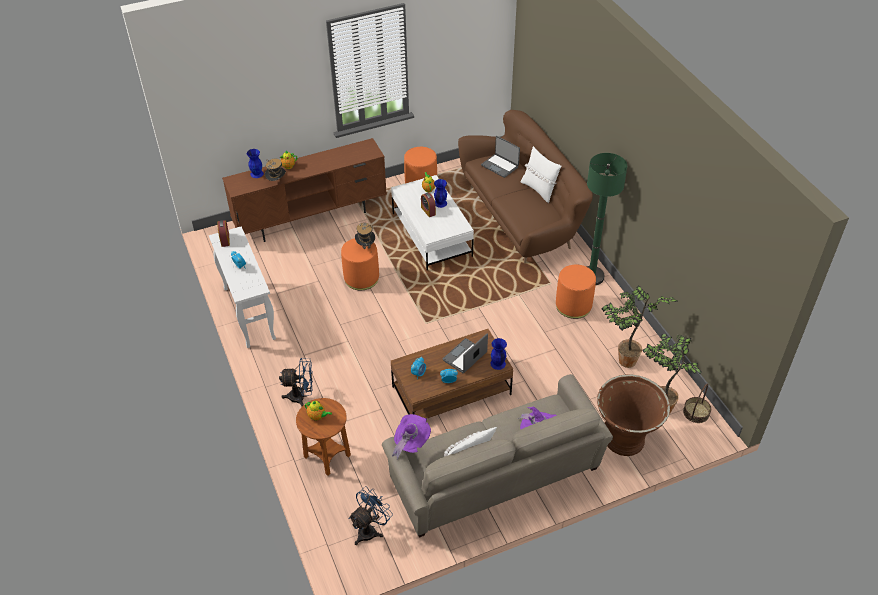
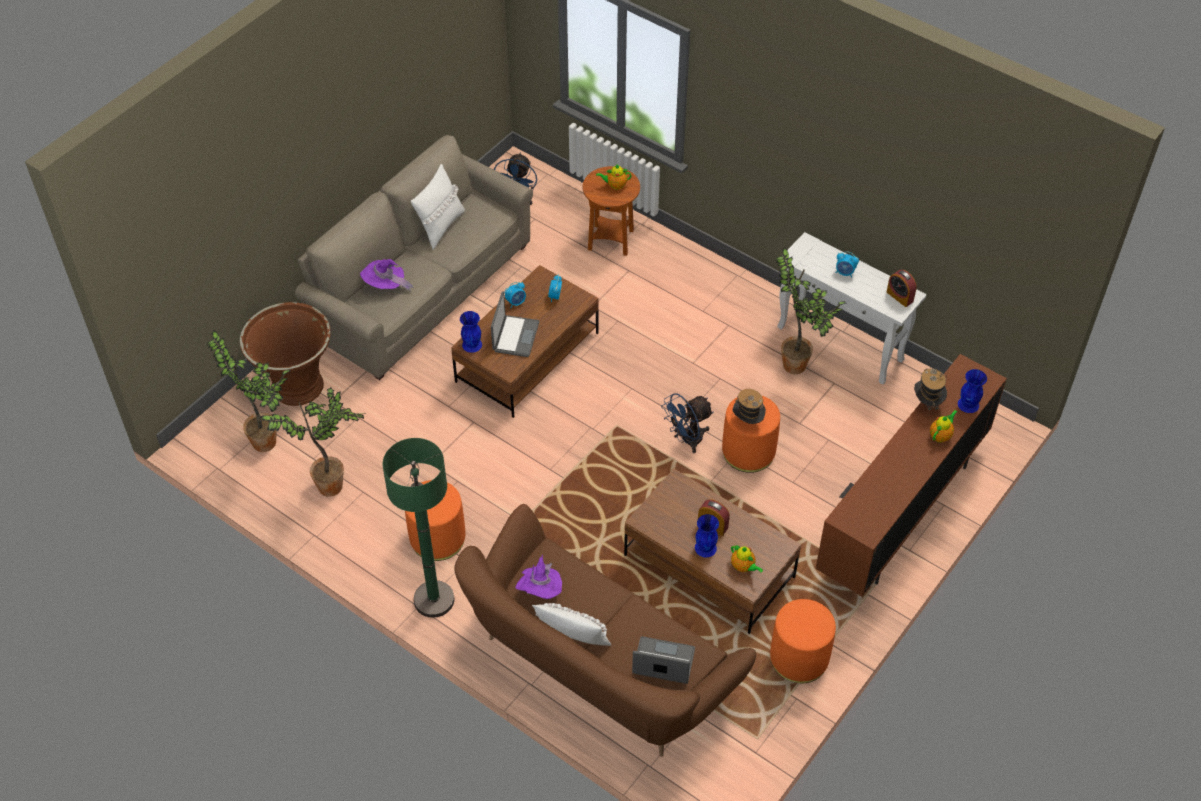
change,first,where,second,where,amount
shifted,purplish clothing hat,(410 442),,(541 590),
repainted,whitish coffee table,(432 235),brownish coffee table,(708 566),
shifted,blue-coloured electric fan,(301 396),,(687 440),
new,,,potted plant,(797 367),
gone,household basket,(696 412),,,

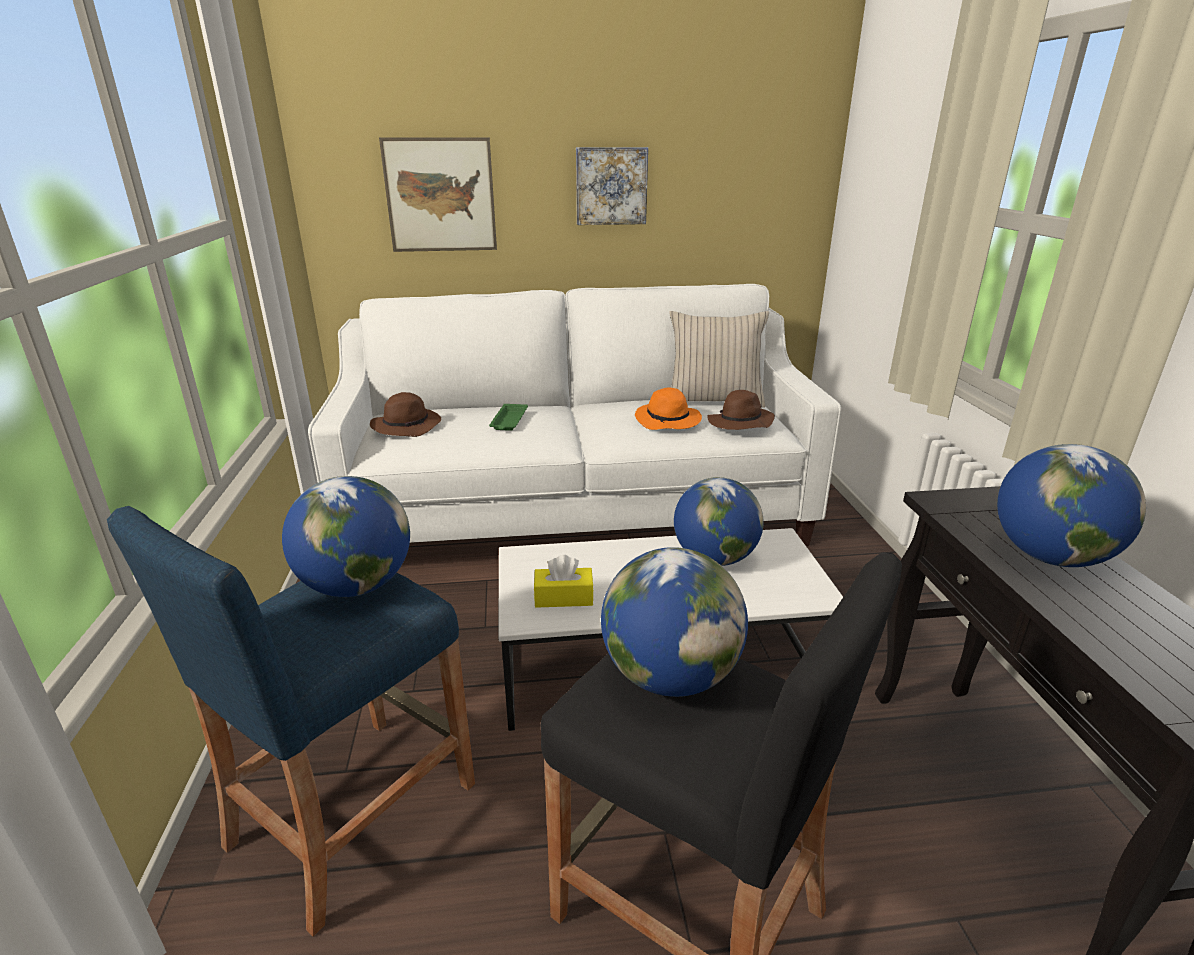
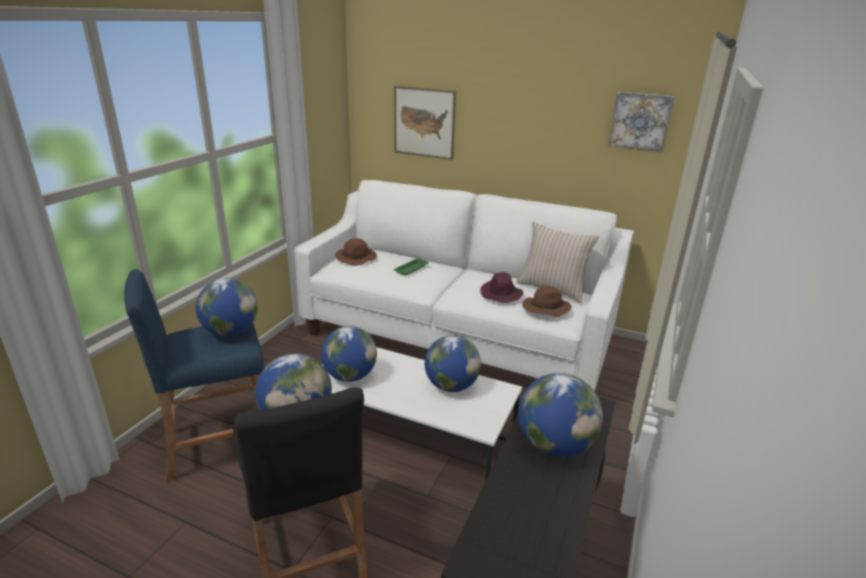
change,first,where,second,where,amount
swapped,yellow-coloured tissue holder,(563 597),desk globe,(350 376),
repainted,orange-coloured clothing hat,(668 421),purplish clothing hat,(501 294),
shifted,wall art,(611 186),,(640 121),

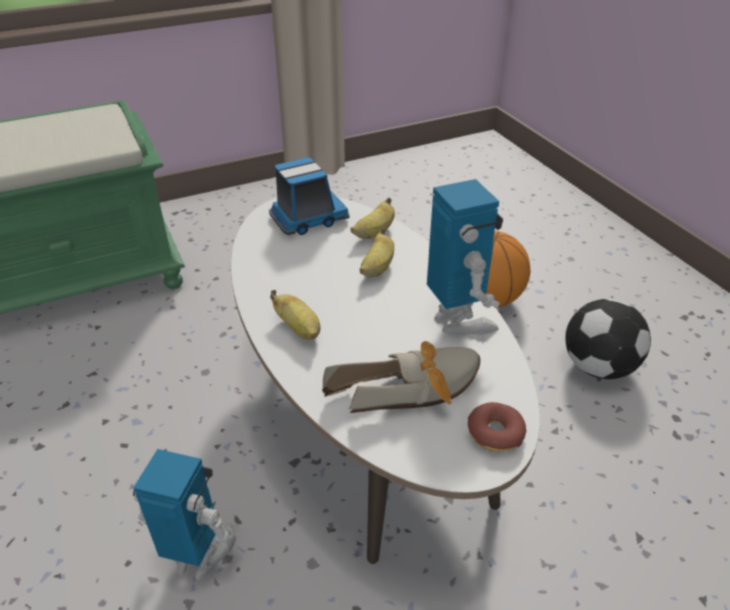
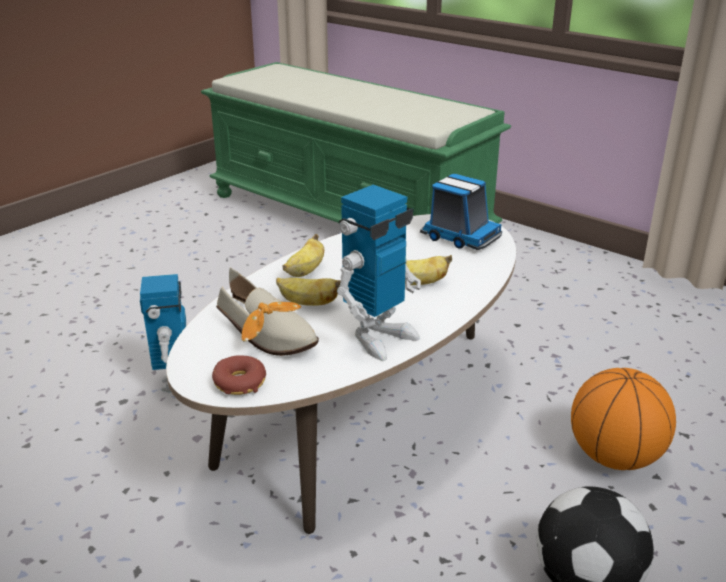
change,first,where,second,where,amount
shifted,banana,(374 233),,(307 303),

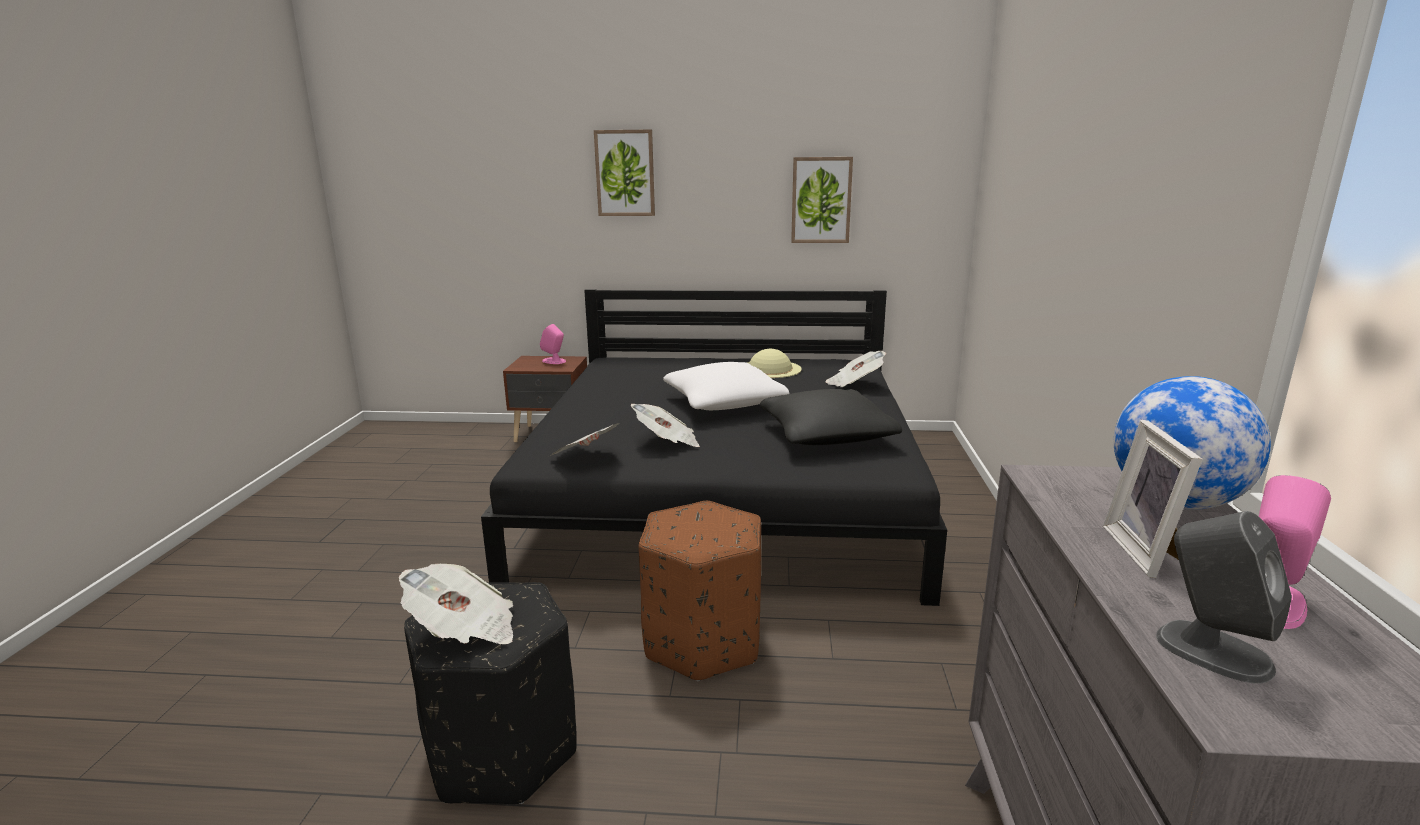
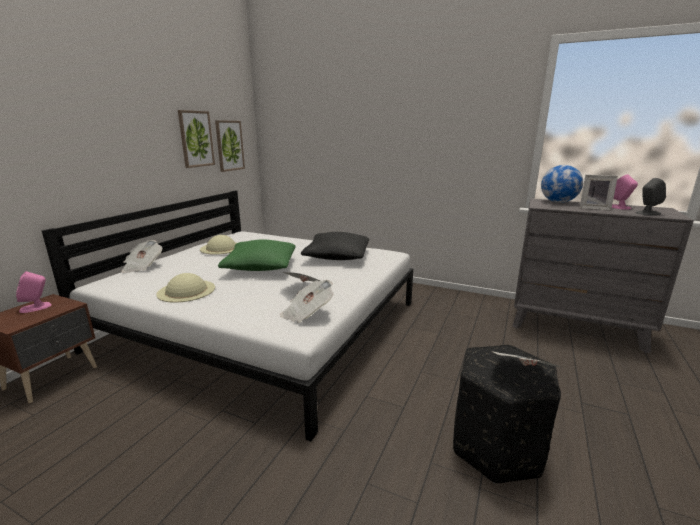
change,first,where,second,where,amount
repainted,black bedroom bed,(725 493),whitish bedroom bed,(264 324),
shifted,newspaper,(854 383),,(142 266),
new,,,beige-coloured clothing hat,(186 290),
shifted,wall art,(625 173),,(229 145),
repainted,whitish cushion,(724 403),green-coloured cushion,(260 266),
gone,brownish footrest,(704 641),,,

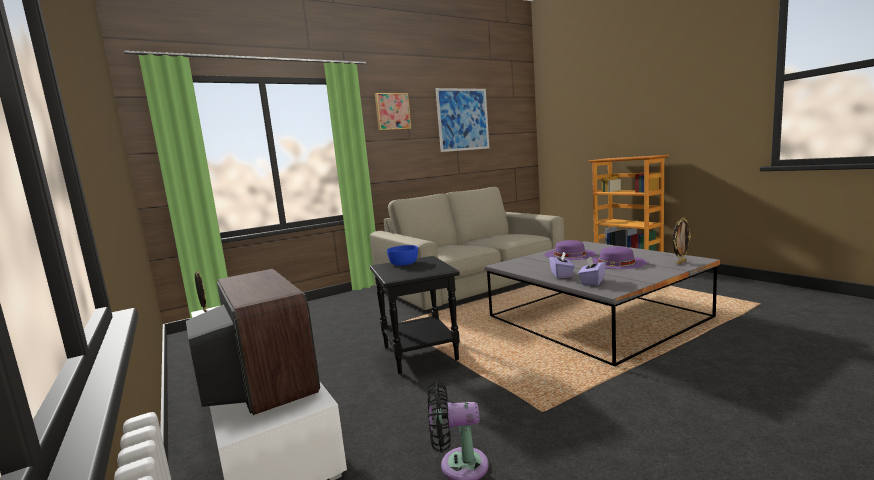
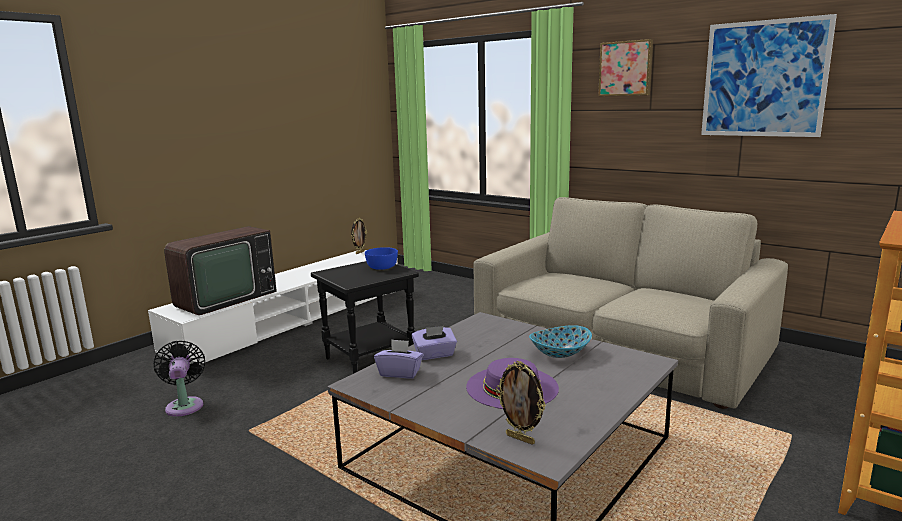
change,first,where,second,where,amount
swapped,purplish clothing hat,(569 254),serving bowl,(559 353),

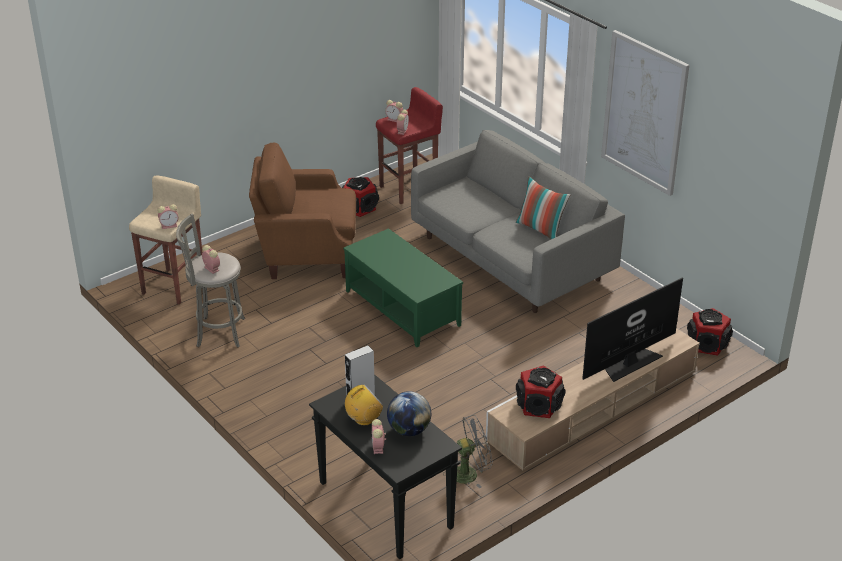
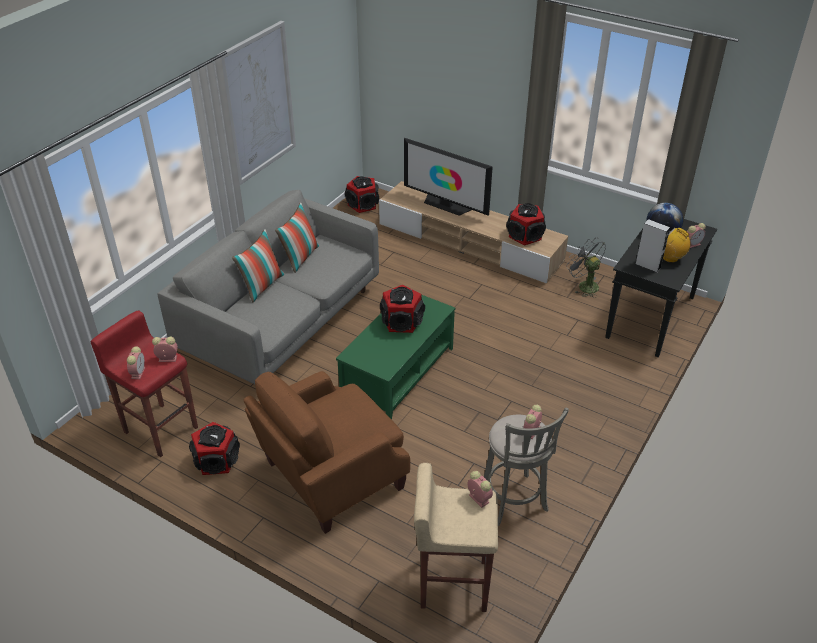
change,first,where,second,where,amount
new,,,cushion,(262 286),
rotated,brownish easy chair,(307 253),,(331 477),75 degrees clockwise
new,,,audio speaker,(402 322),

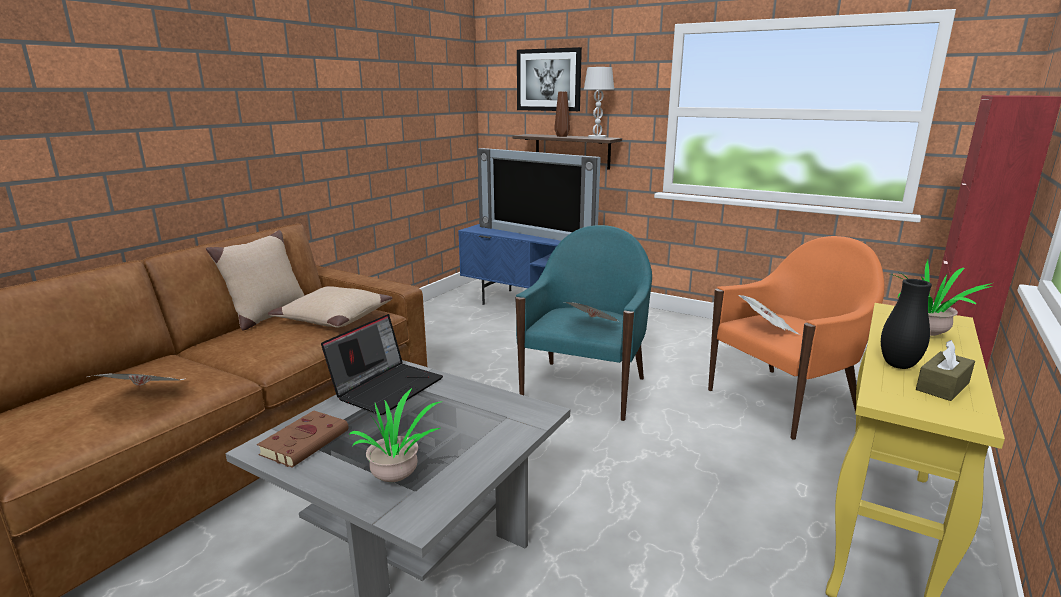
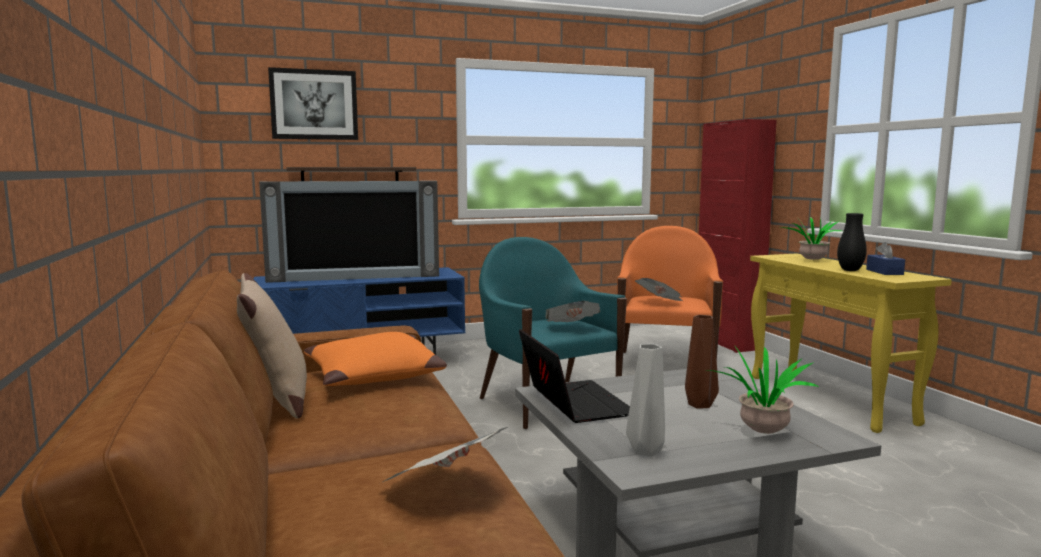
change,first,where,second,where,amount
repainted,beige-coloured cushion,(333 318),orange-coloured cushion,(375 376),
swapped,brownish book,(306 441),greyish decorative vase,(648 451),
shifted,brownish decorative vase,(561 136),,(698 405),
repainted,brownish tissue holder,(942 386),blue-coloured tissue holder,(884 272),
gone,whitish lamp for a table,(597 137),,,

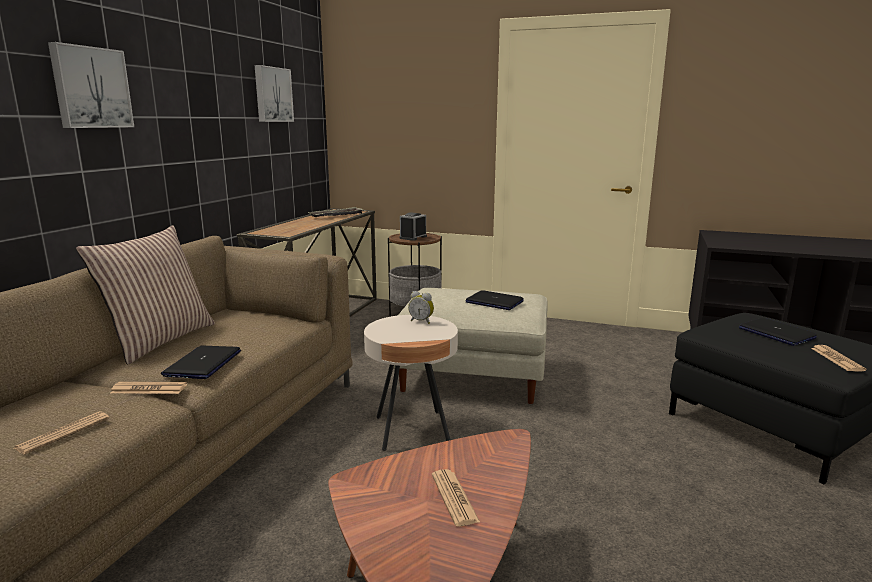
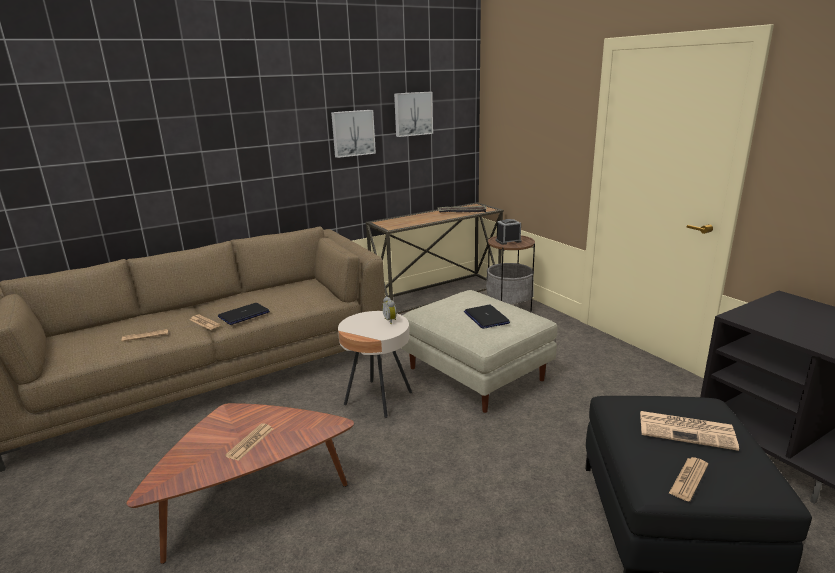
change,first,where,second,where,amount
shifted,wall art,(90 88),,(353 133),
swapped,portable computer,(776 333),newspaper,(687 430),
gone,cushion,(159 340),,,

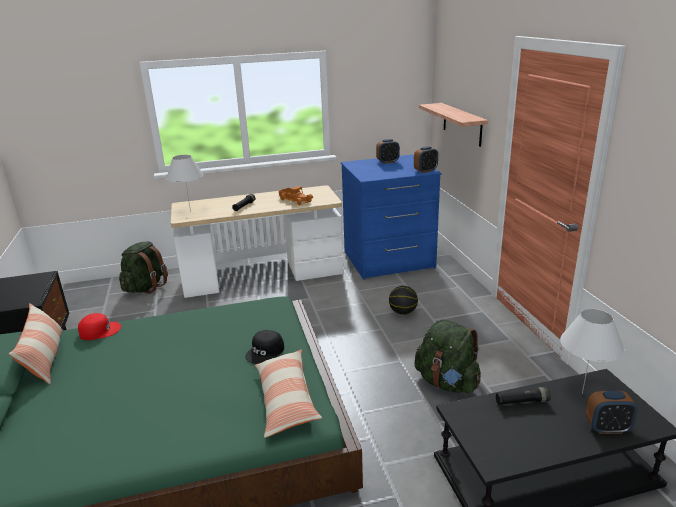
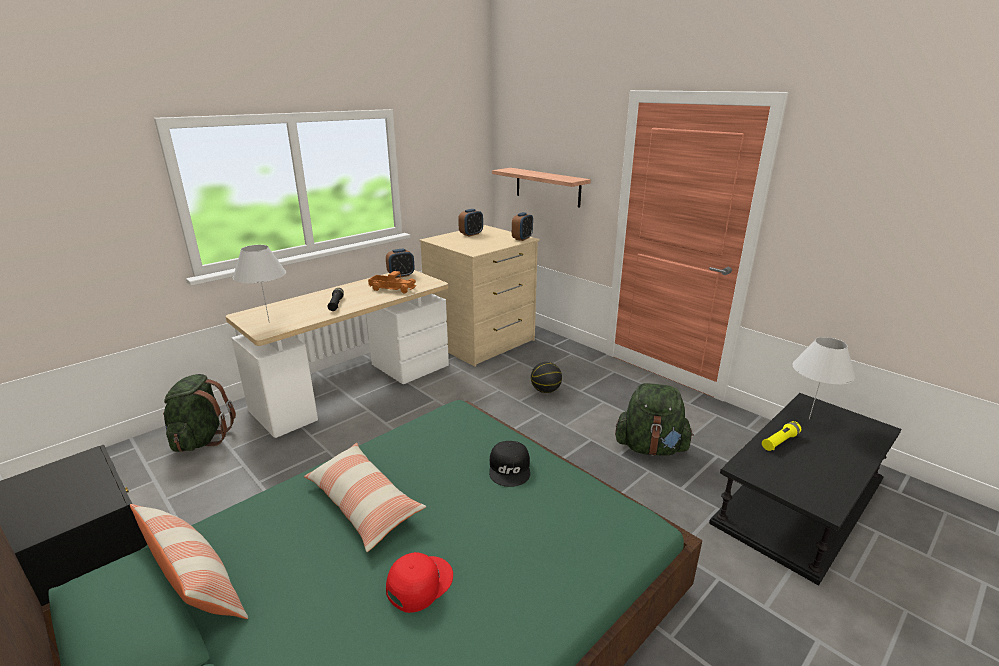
change,first,where,second,where,amount
shifted,cushion,(286 400),,(363 503),
shifted,table clock,(607 428),,(401 275),
shifted,red cap,(99 330),,(419 583),
repainted,blue-coloured chest of drawers,(389 260),beige-coloured chest of drawers,(481 341),
repainted,black flashlight,(522 402),yellow-coloured flashlight,(779 441),

